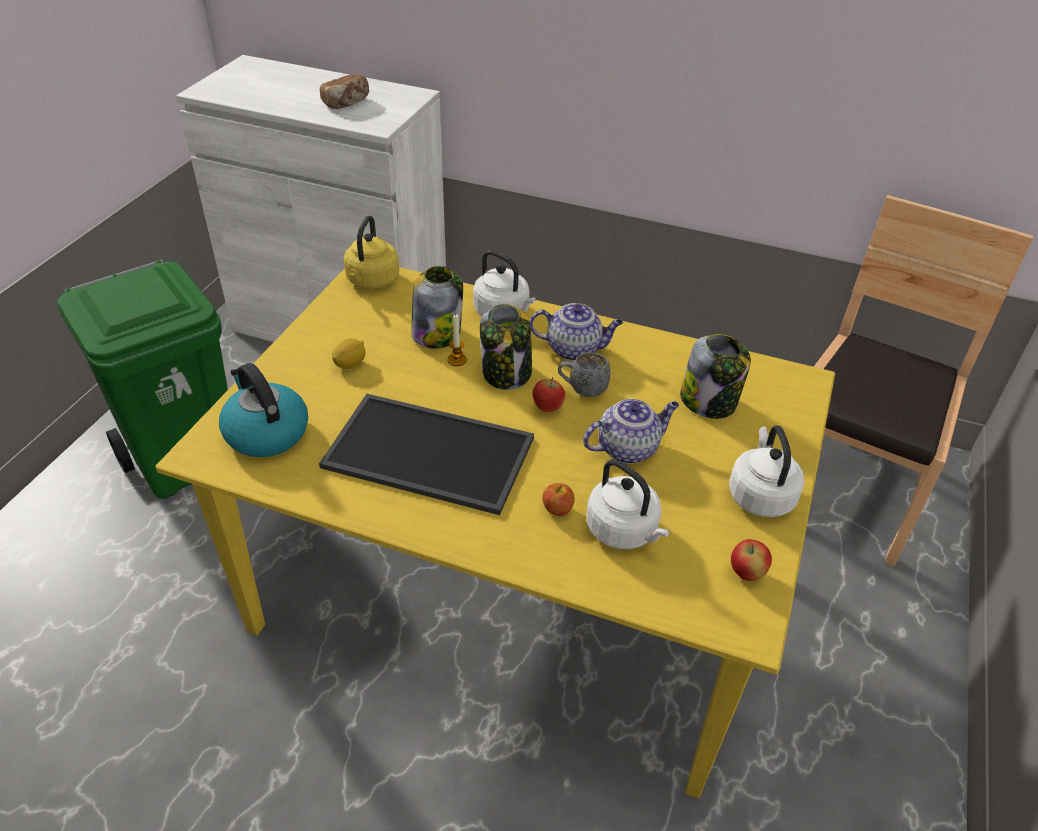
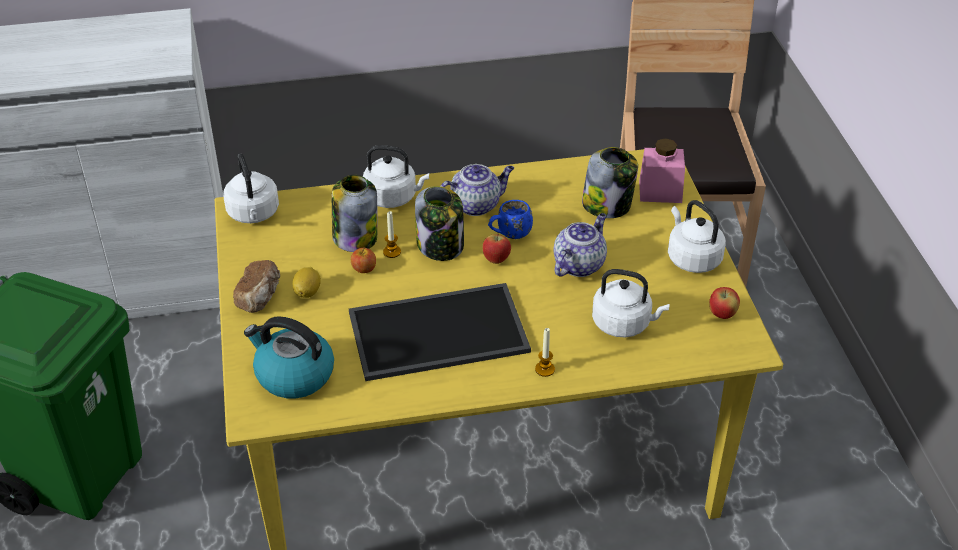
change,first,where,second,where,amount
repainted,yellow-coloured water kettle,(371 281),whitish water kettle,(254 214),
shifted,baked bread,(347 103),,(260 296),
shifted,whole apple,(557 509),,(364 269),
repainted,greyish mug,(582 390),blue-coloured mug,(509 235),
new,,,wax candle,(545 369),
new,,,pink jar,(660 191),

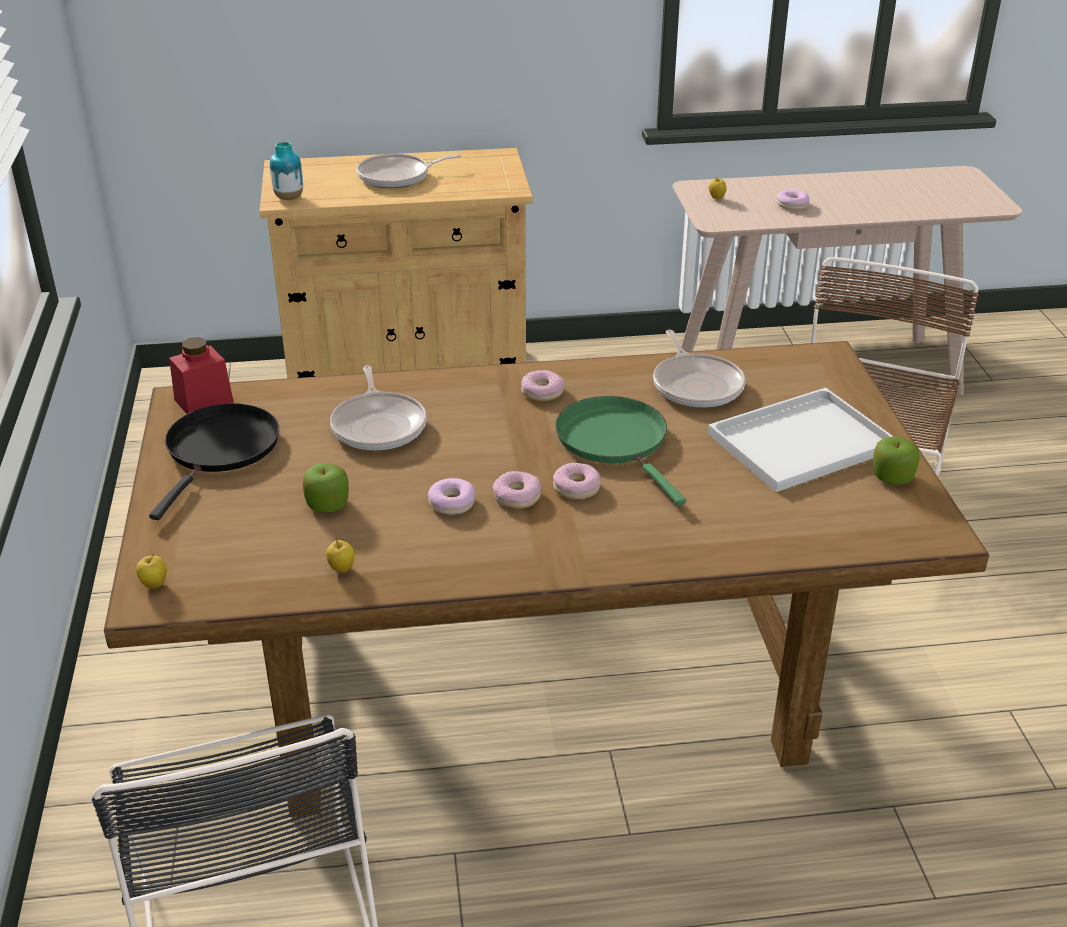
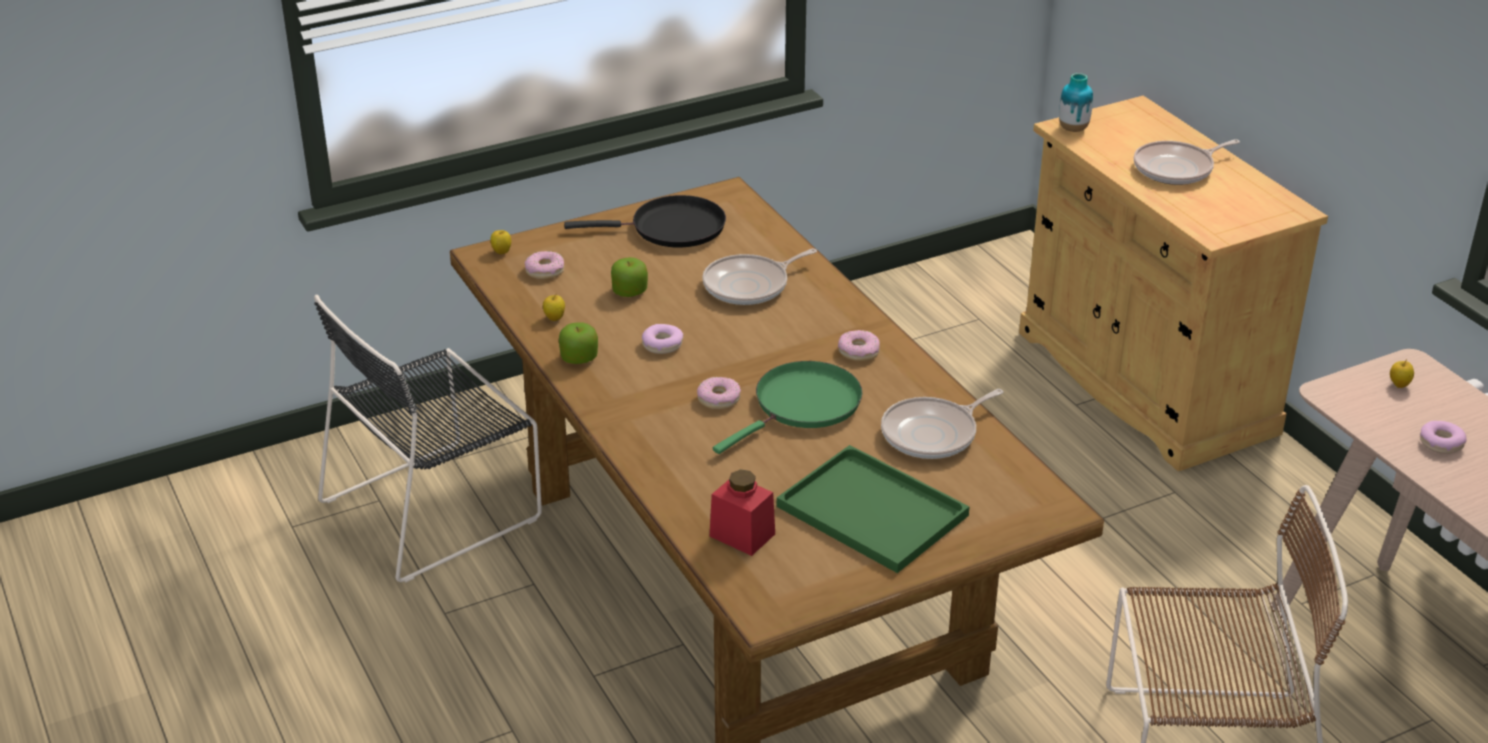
change,first,where,second,where,amount
shifted,donut,(517 496),,(545 271),
shifted,whole apple,(892 477),,(579 358),
shifted,red jar,(204 401),,(742 535),
repainted,whitish carrying tray,(802 440),green-coloured carrying tray,(876 511),
rotated,frying pan,(398 177),,(1177 169),75 degrees counterclockwise

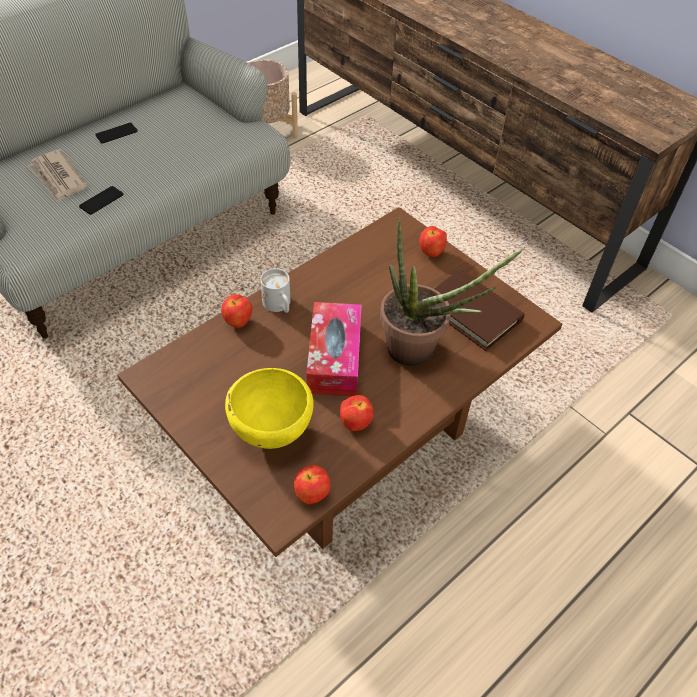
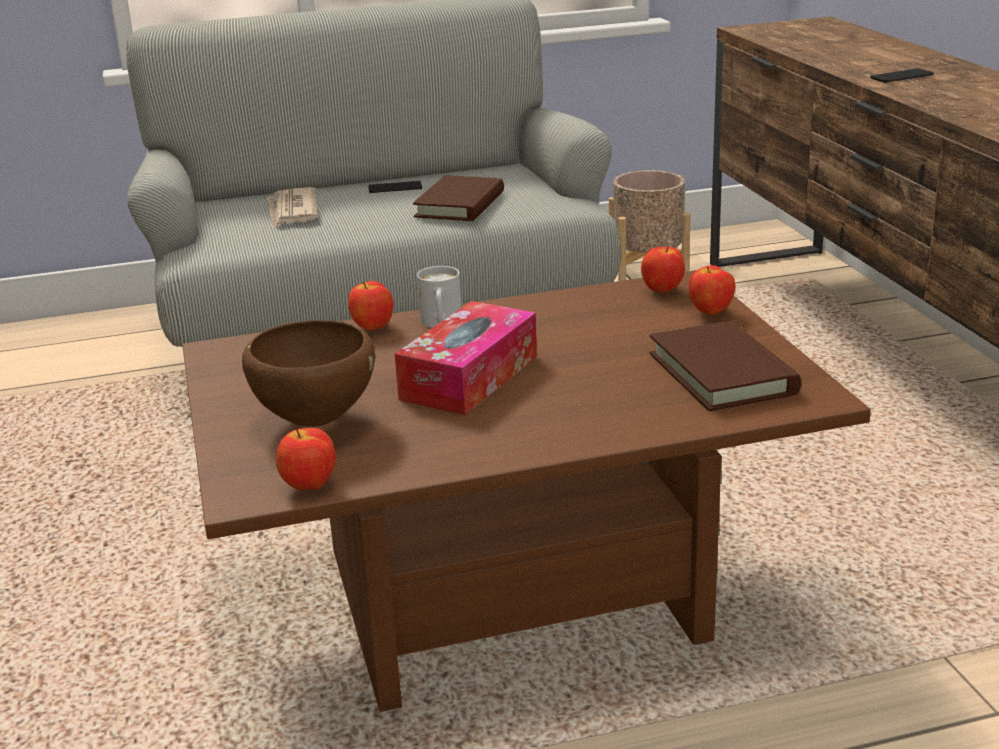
change,first,where,second,where,amount
repainted,yellow-coloured serving bowl,(270 432),brownish serving bowl,(314 422),
new,,,brownish book,(460 204),
shifted,whole apple,(355 423),,(662 290),
shifted,handset,(101 201),,(901 77),
gone,potted plant,(420 352),,,

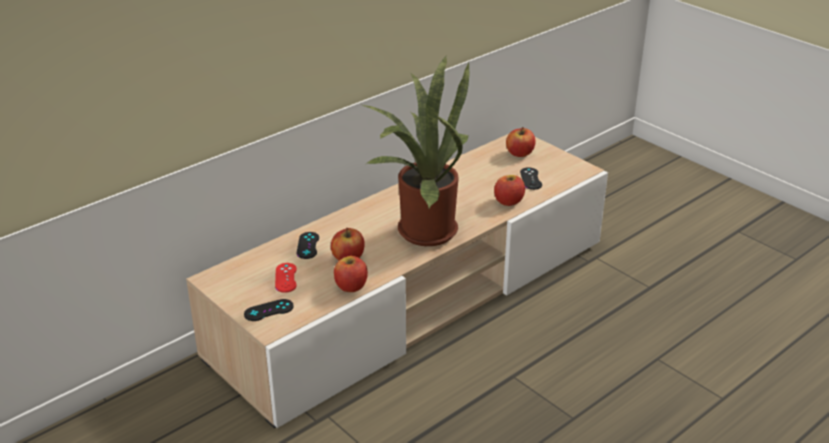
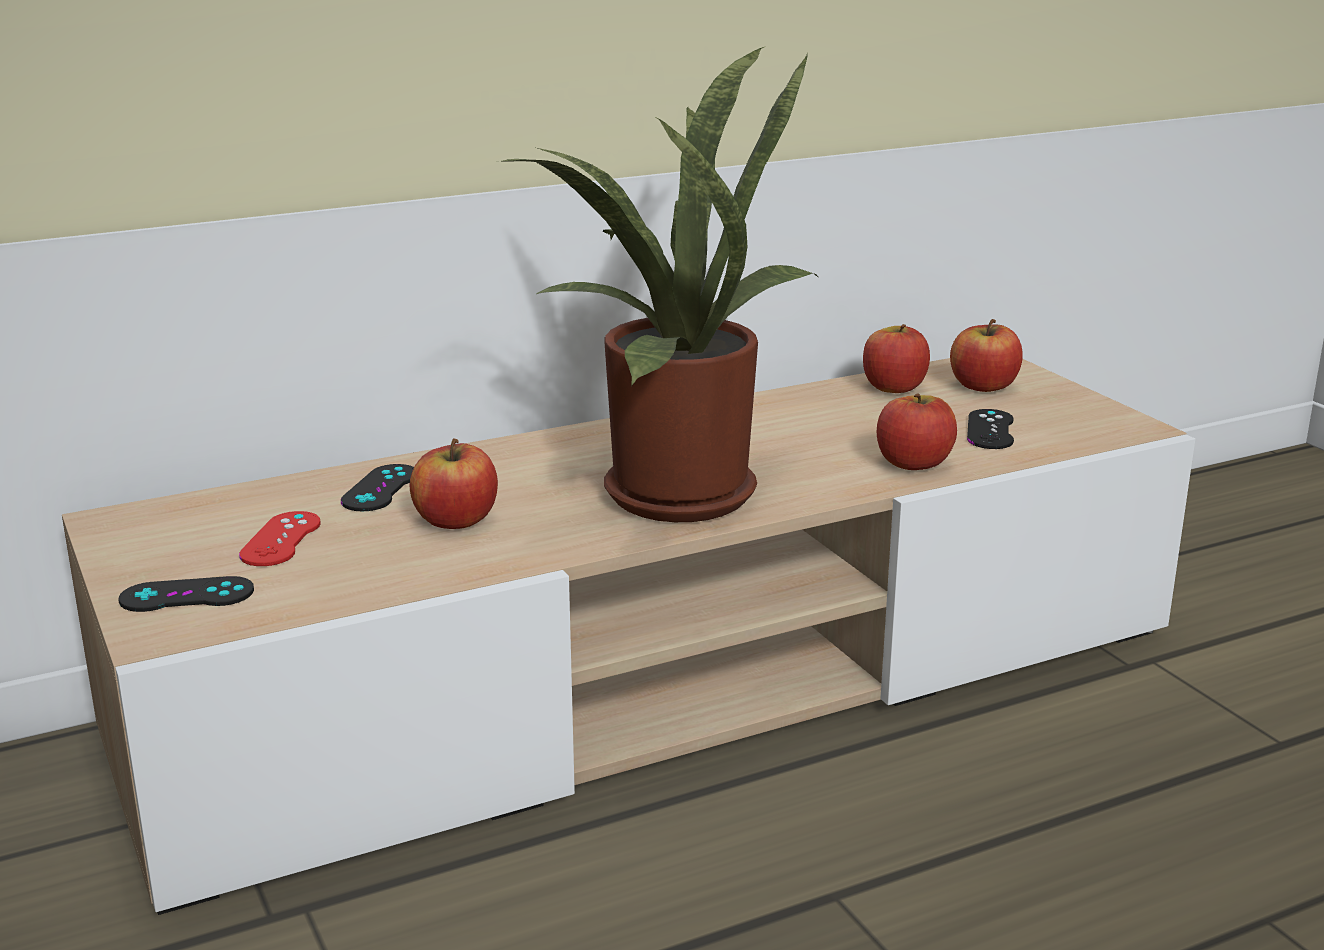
change,first,where,second,where,amount
shifted,whole apple,(351 286),,(894 387),

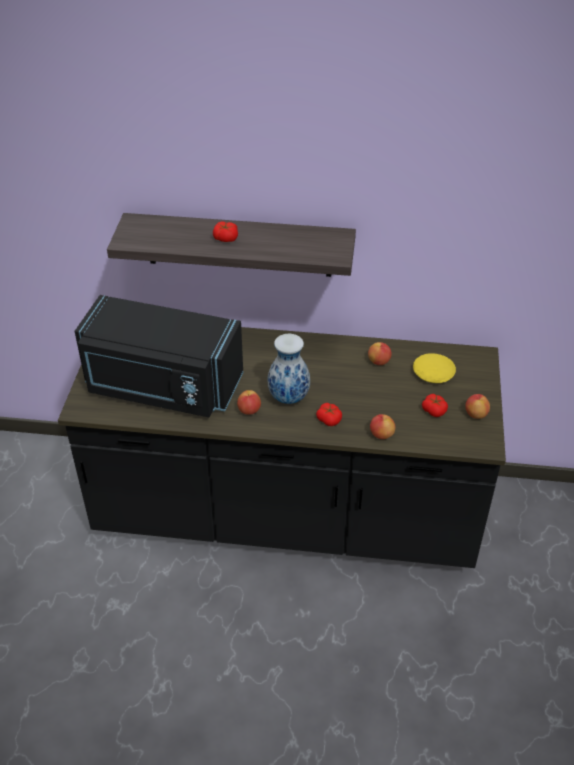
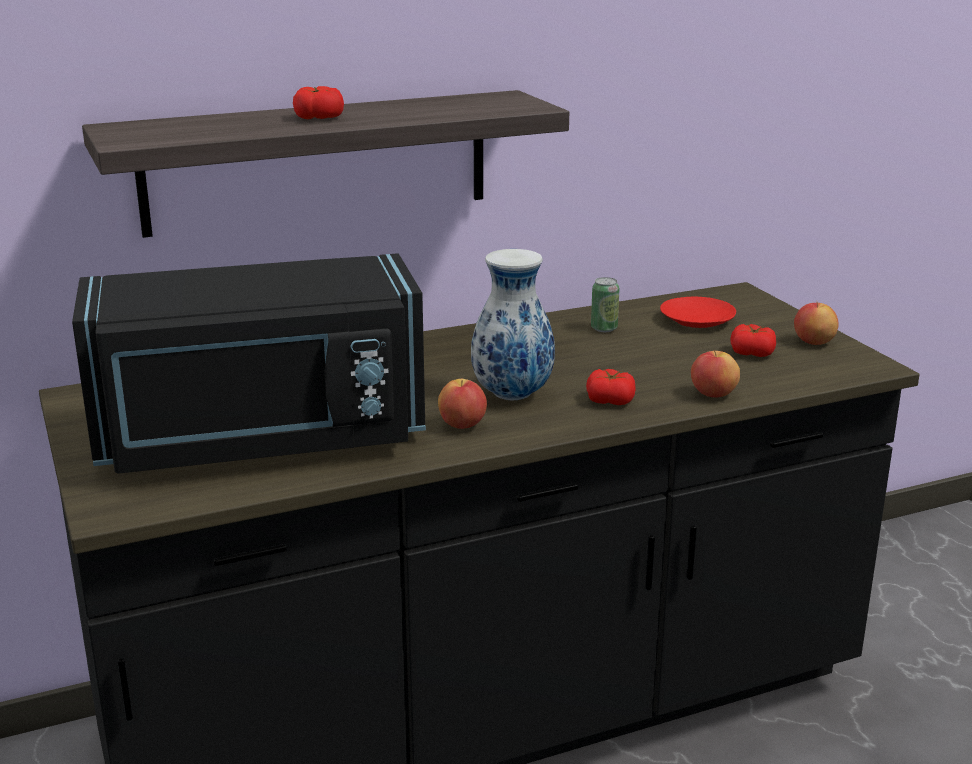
change,first,where,second,where,amount
swapped,whole apple,(379 361),sealed can,(604 328),
repainted,yellow-coloured dinner plate,(433 373),red dinner plate,(697 321),

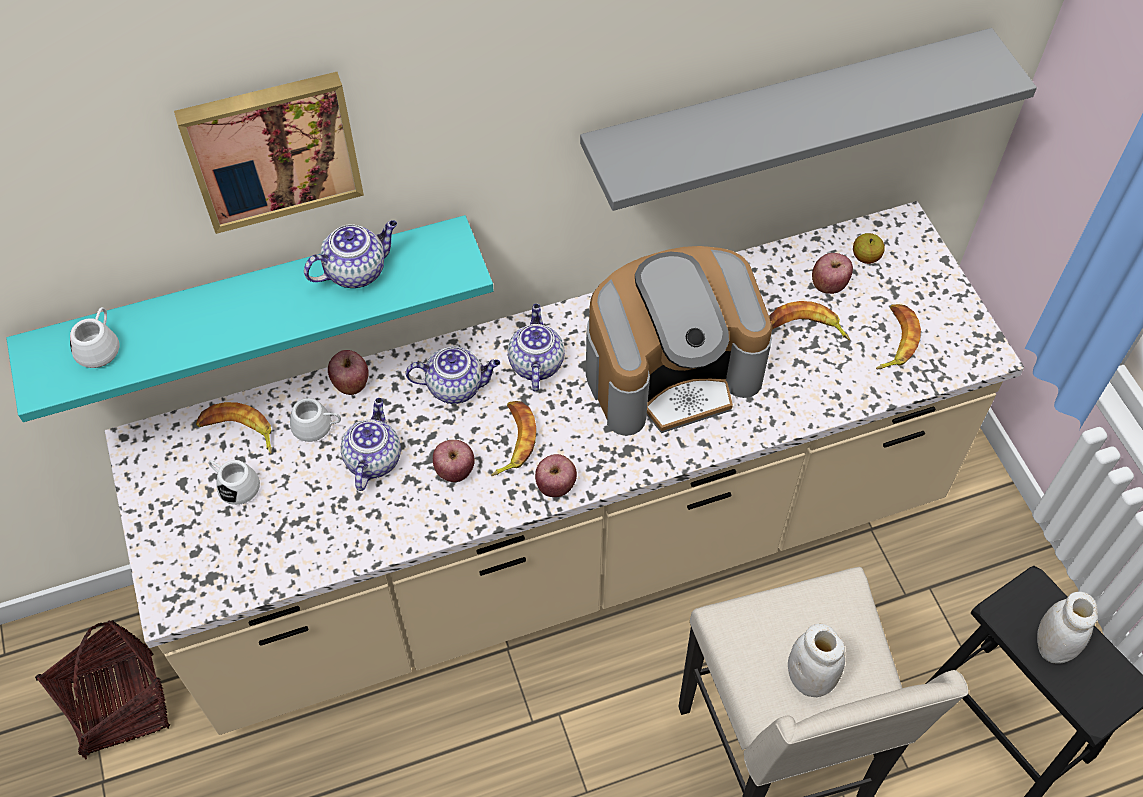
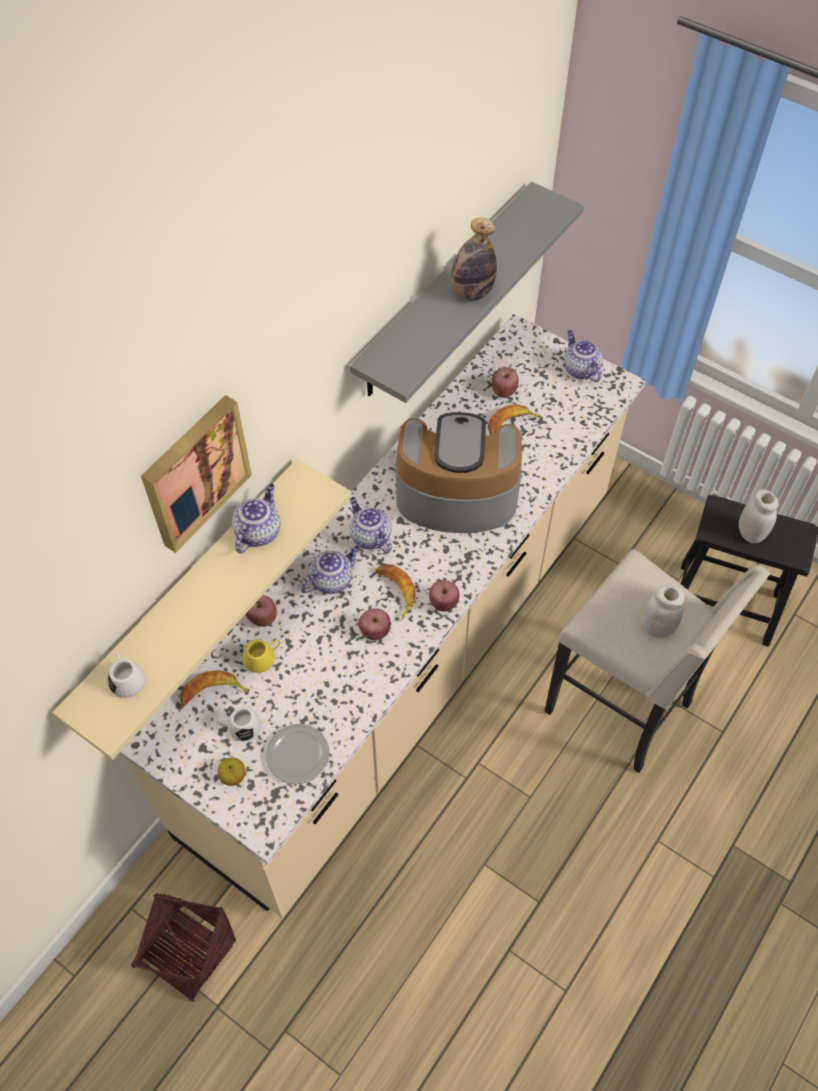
change,first,where,second,where,amount
repainted,turquoise-coloured shelf,(252 303),beige-coloured shelf,(189 595),
shifted,whole apple,(865 257),,(233 776),
repainted,whitish mug,(317 426),yellow-coloured mug,(263 658),
new,,,dinner plate,(296 754),
rotated,coffee maker,(672 371),,(455 494),120 degrees counterclockwise
new,,,beverage bottle,(472 292),
shifted,teapot,(373 459),,(580 369),
gone,banana,(894 340),,,

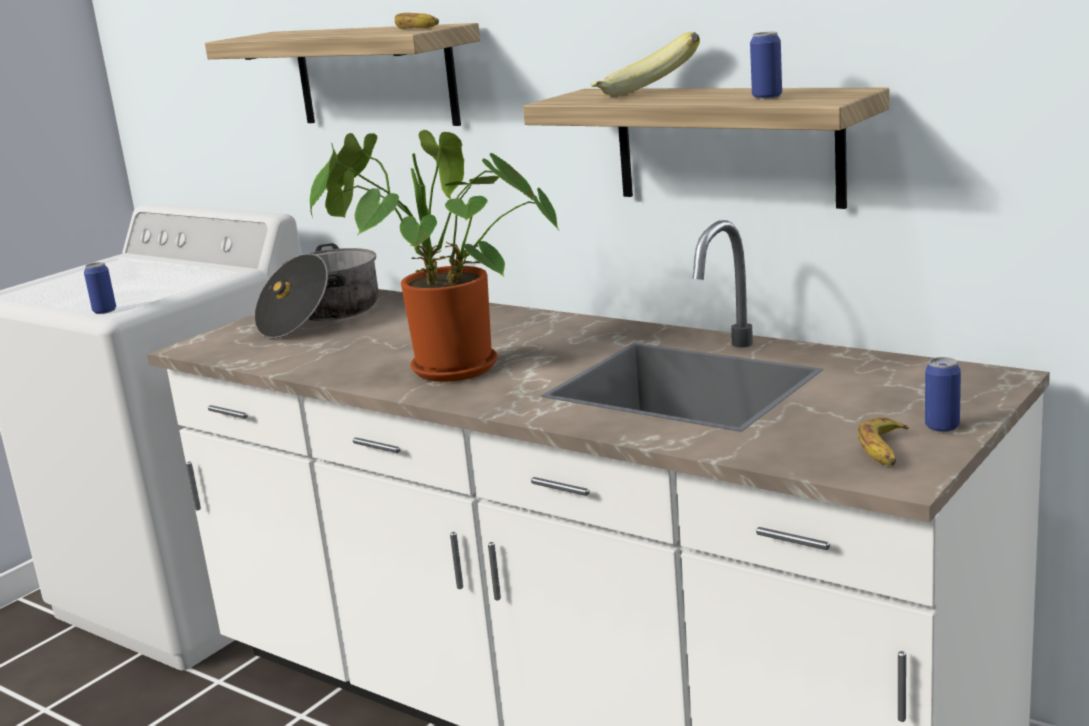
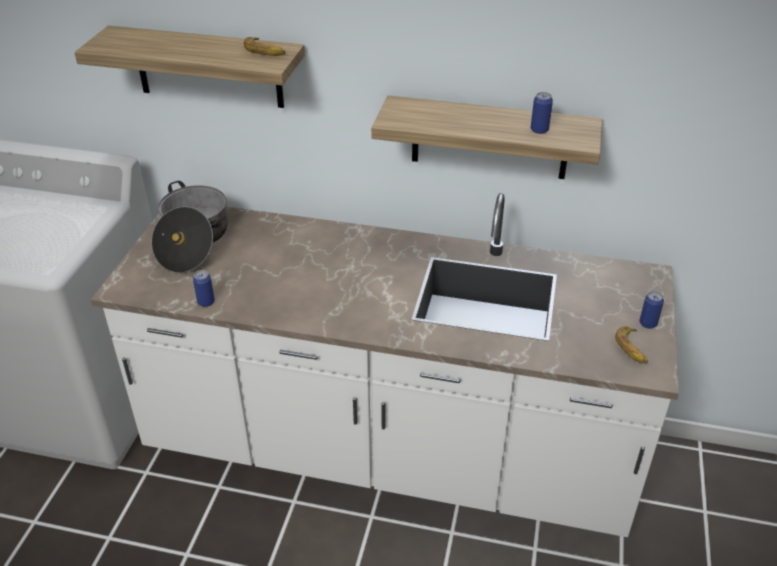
change,first,where,second,where,amount
shifted,sealed can,(104 311),,(206 302),
gone,potted plant,(444 370),,,
gone,banana,(645 95),,,

